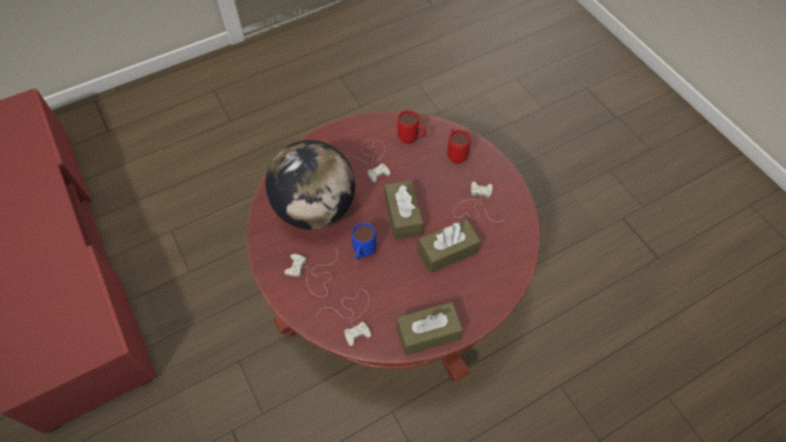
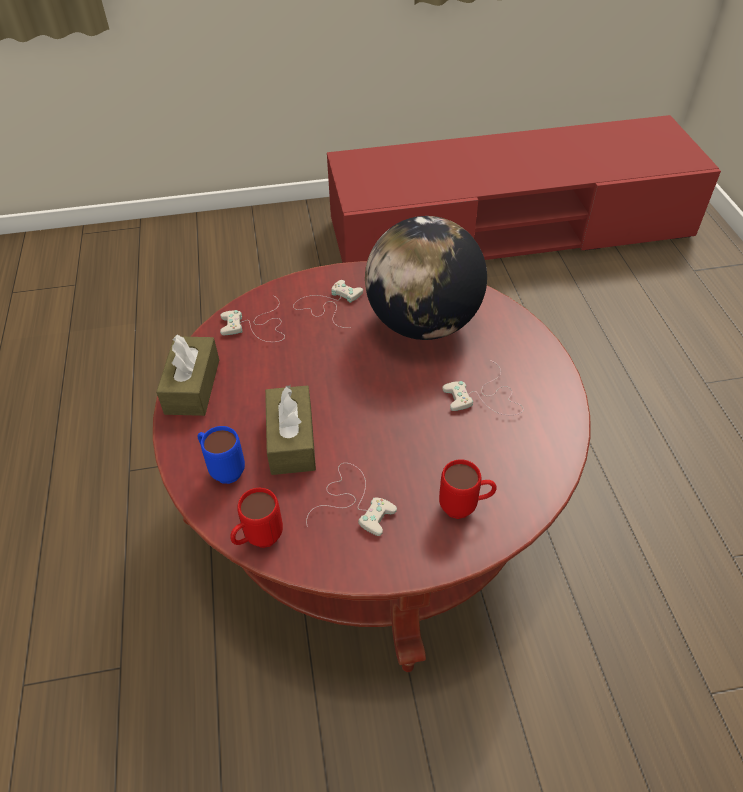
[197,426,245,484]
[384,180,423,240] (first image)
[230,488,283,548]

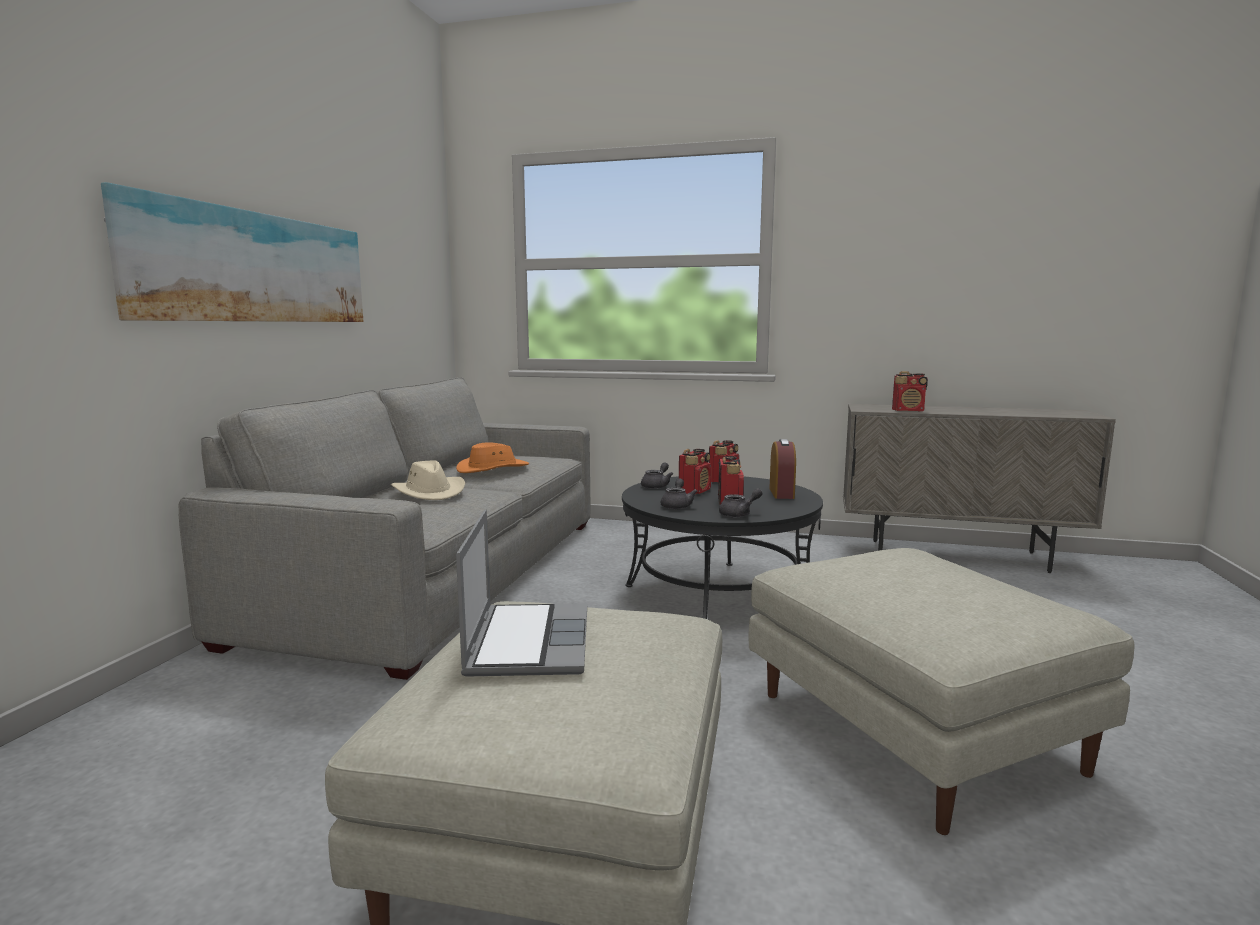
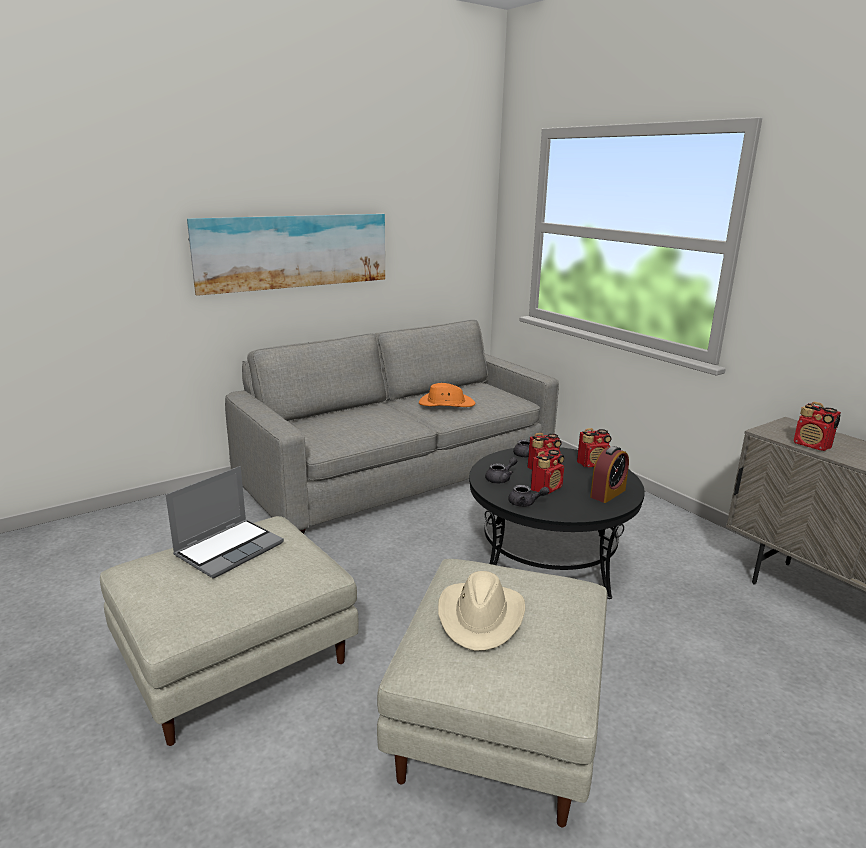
[438,571,525,651]

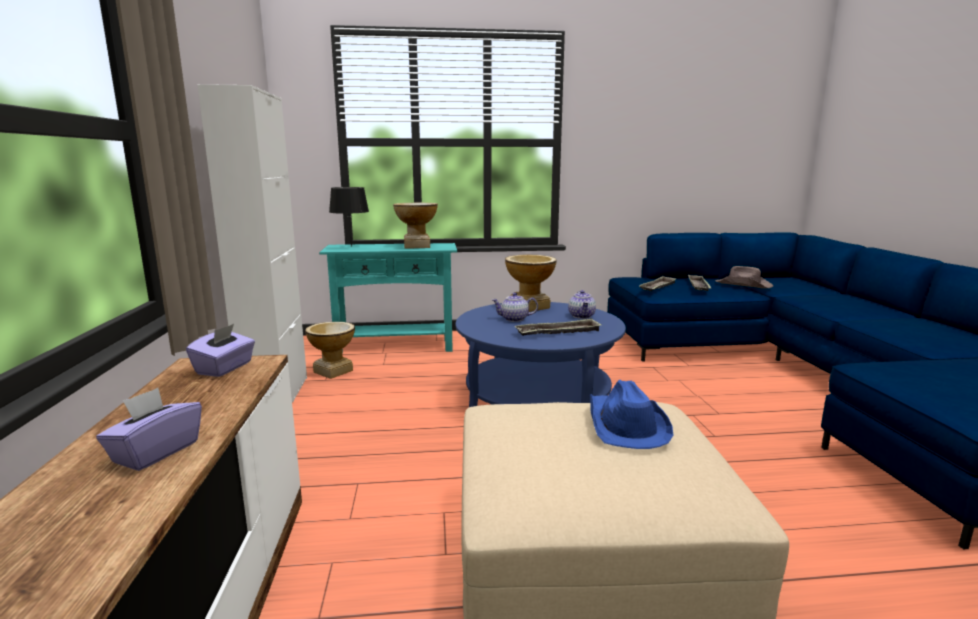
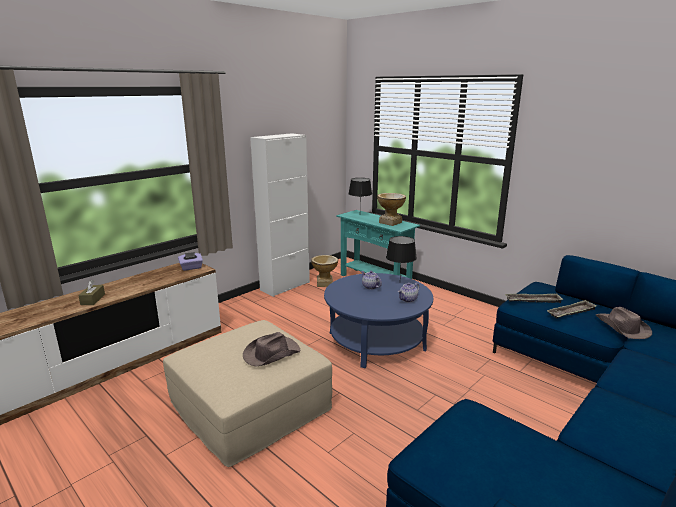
[96,388,202,471] (first image)
[386,236,417,276]
[515,318,601,336] (first image)
[243,332,300,366]
[78,280,105,305]

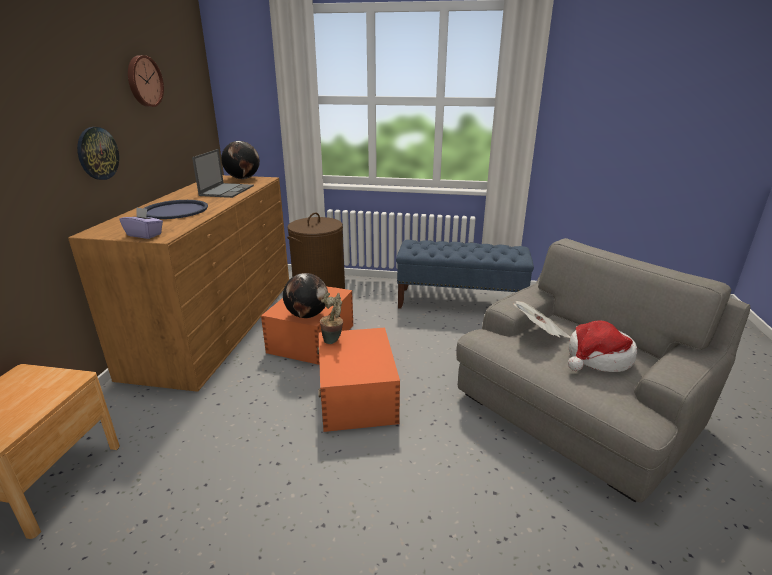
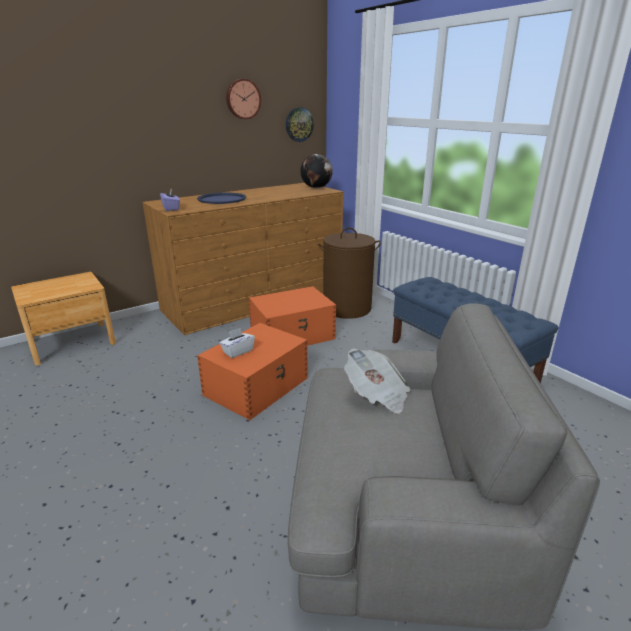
[286,107,314,142]
[192,149,254,198] (first image)
[283,273,328,318] (first image)
[320,293,343,344] (first image)
[568,320,637,372] (first image)
[220,328,255,358]

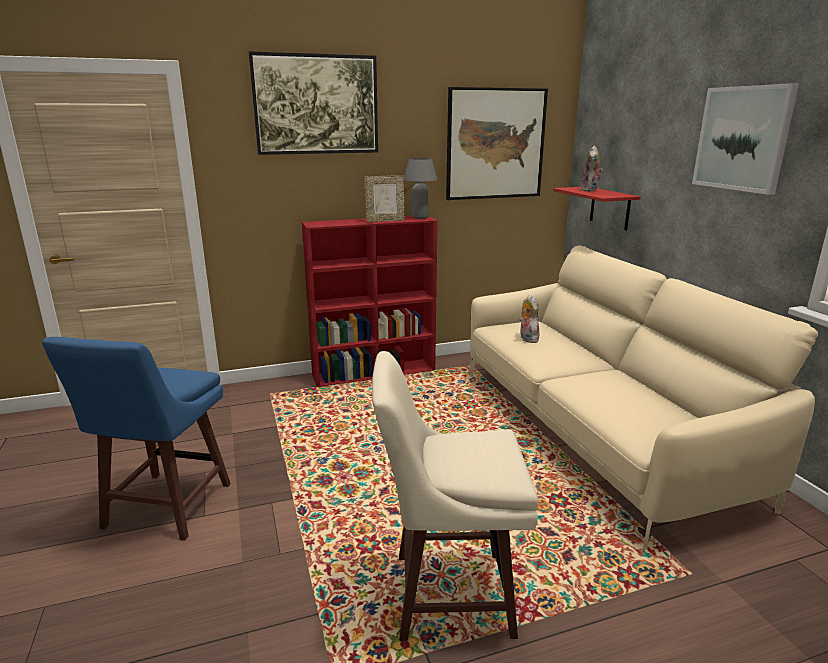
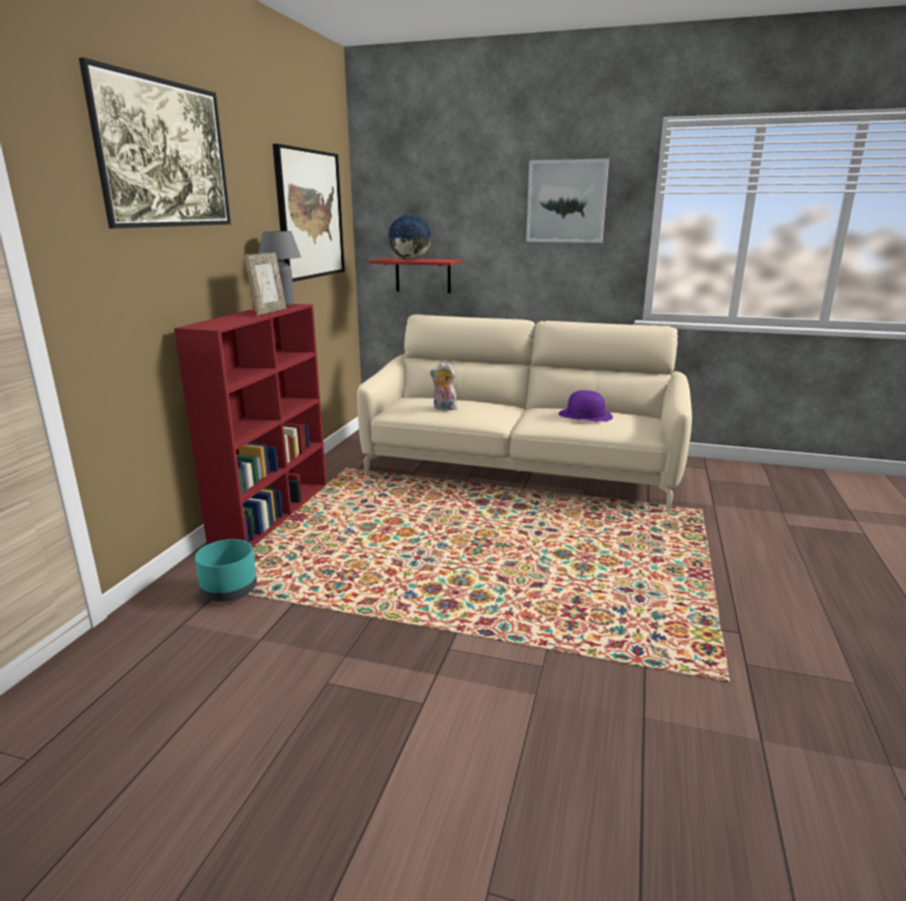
[42,337,231,541] (first image)
[372,351,538,641] (first image)
[388,214,431,259]
[195,539,257,602]
[559,390,613,422]

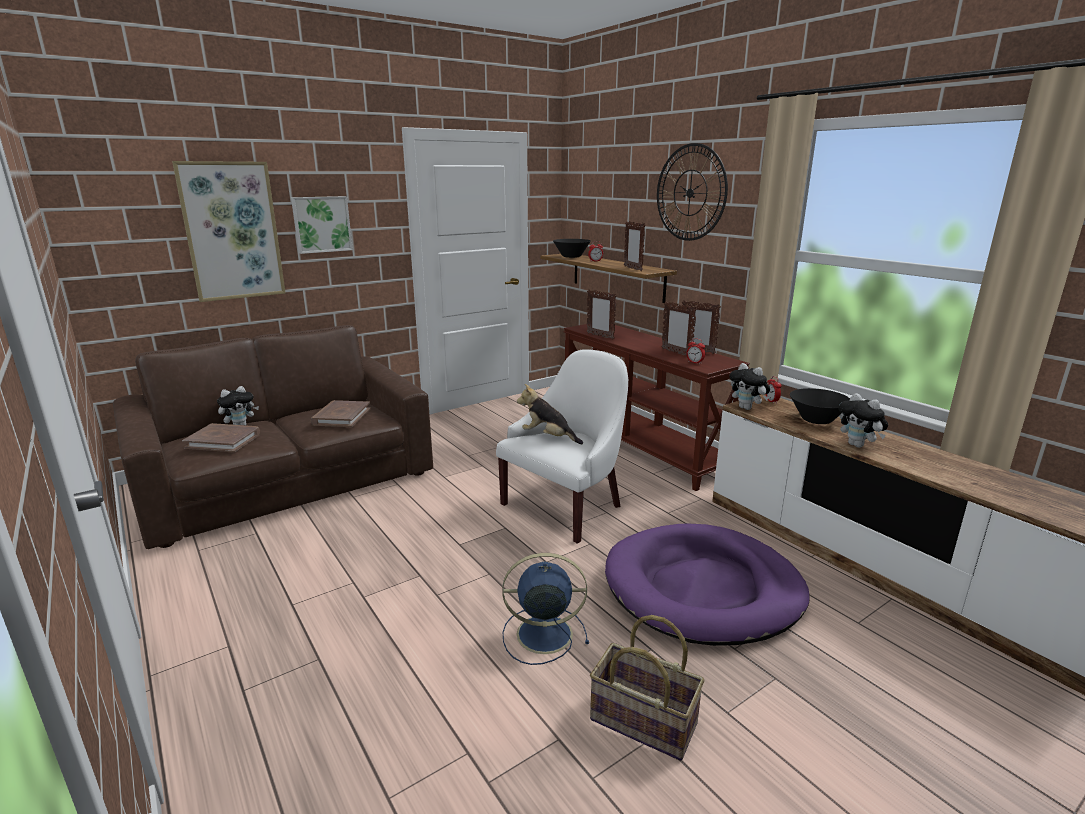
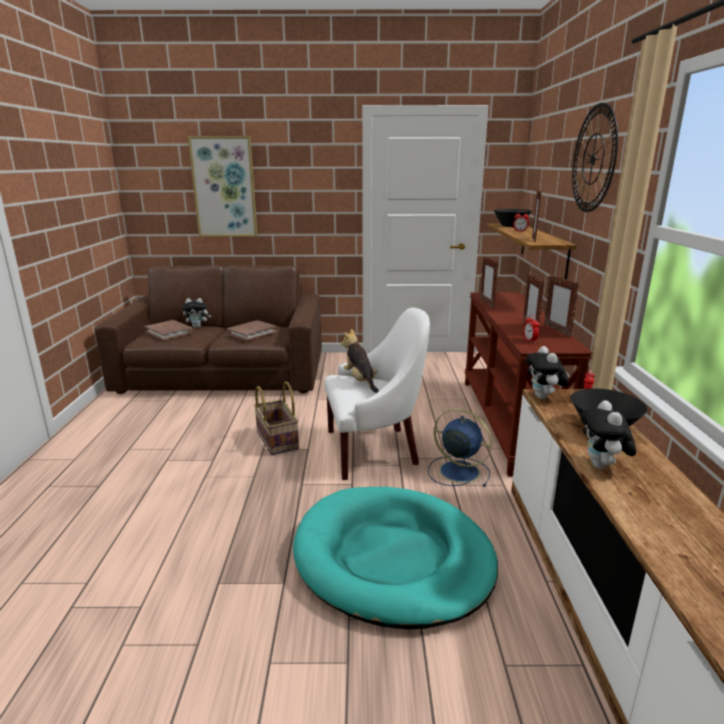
[291,196,353,254] (first image)
[428,409,492,487]
[254,381,299,455]
[293,487,498,630]

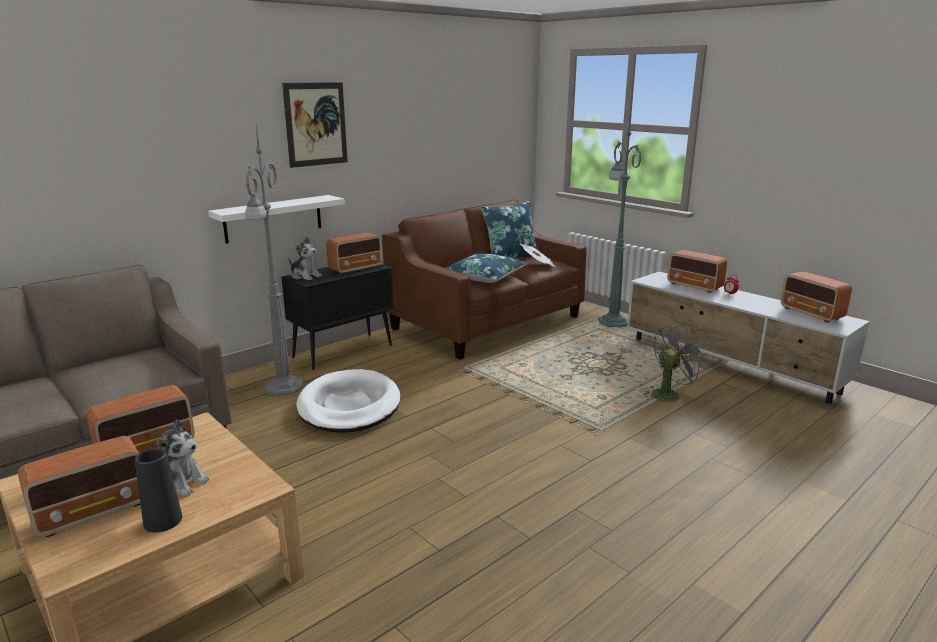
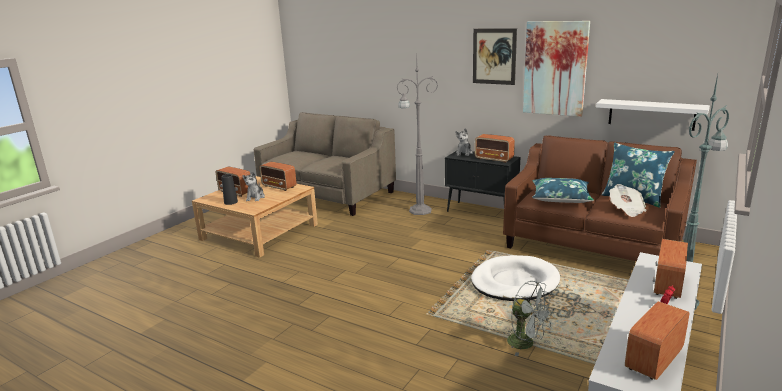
[596,99,710,131]
[471,255,560,301]
[523,21,590,117]

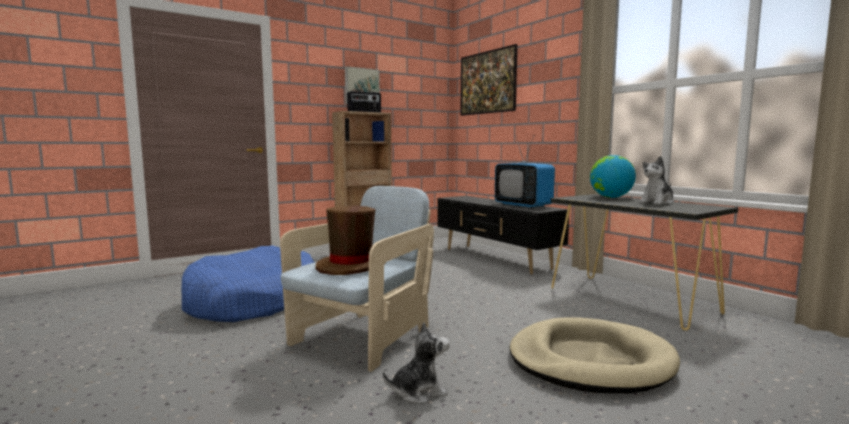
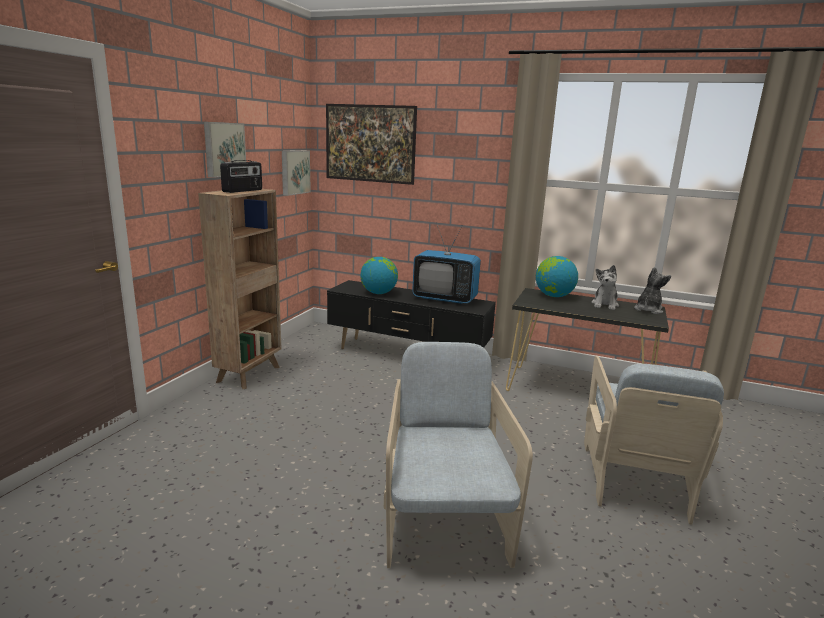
[181,245,314,322] (first image)
[315,206,386,275] (first image)
[634,267,671,314]
[584,356,724,525]
[282,150,311,196]
[360,257,398,294]

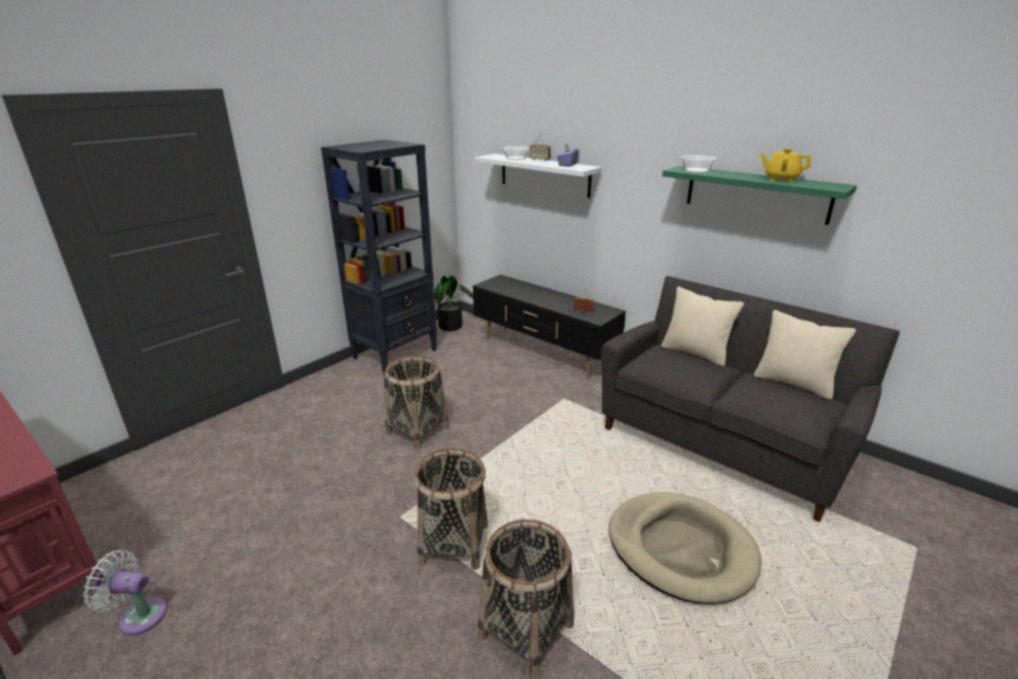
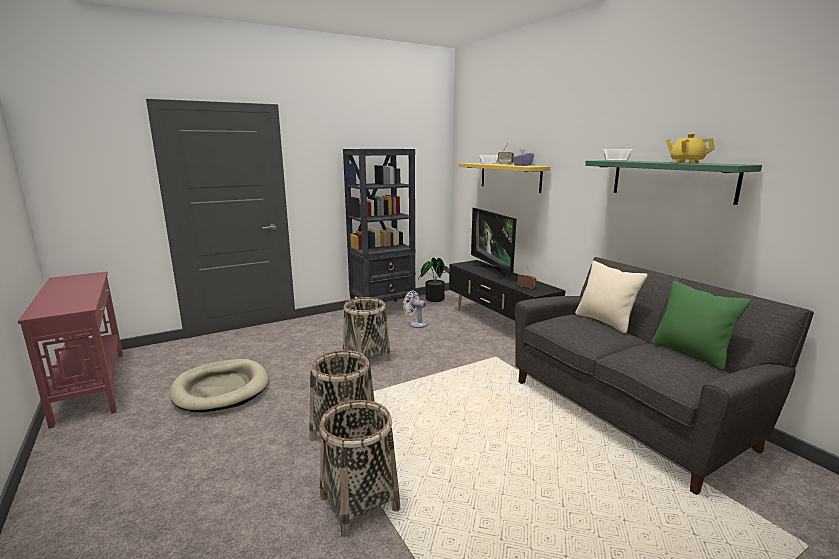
[403,291,428,328]
[459,163,550,193]
[170,359,269,413]
[651,281,751,371]
[471,208,516,279]

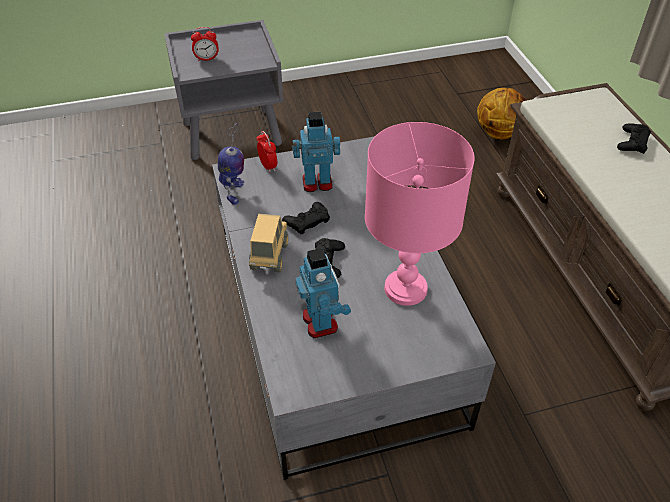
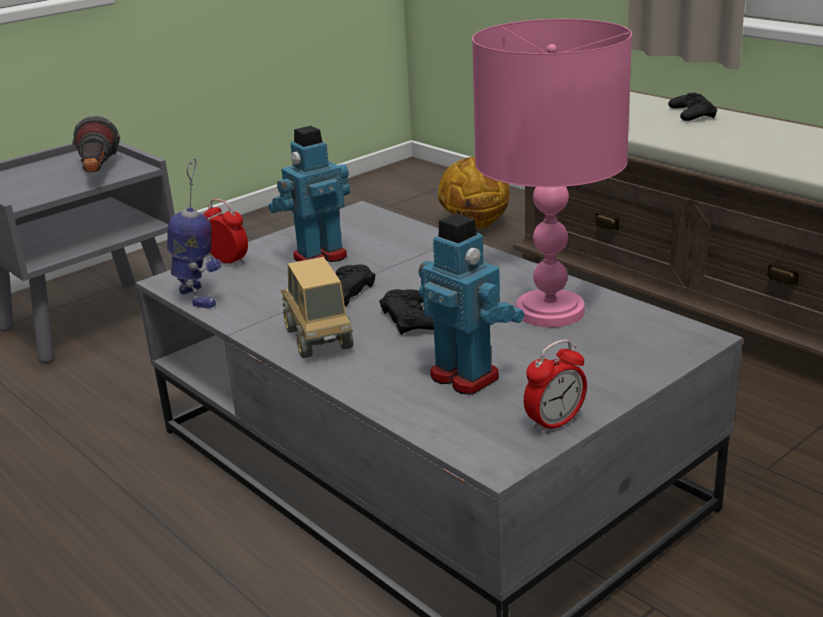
[524,339,587,434]
[72,116,120,173]

